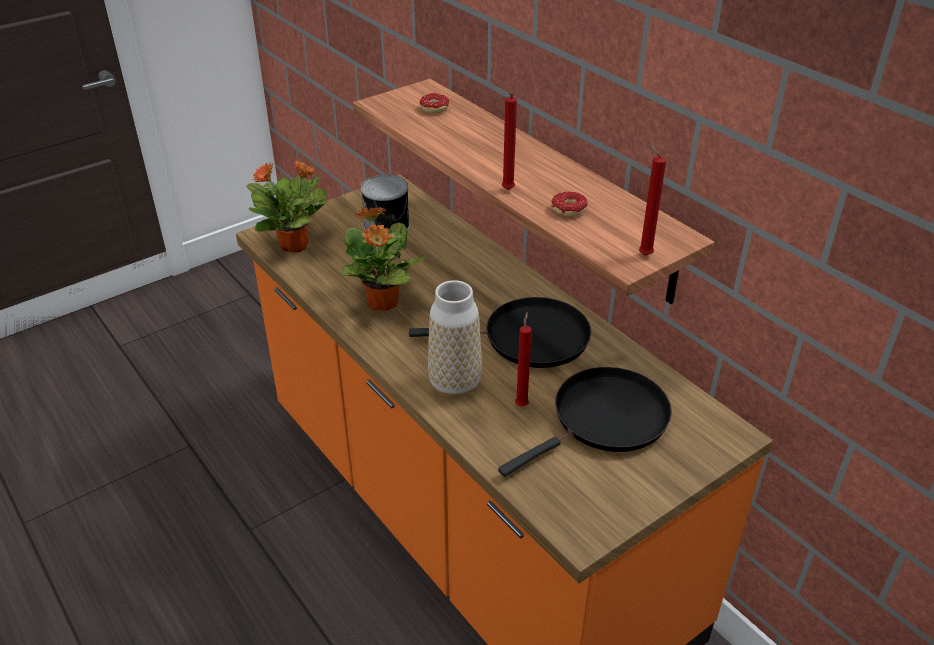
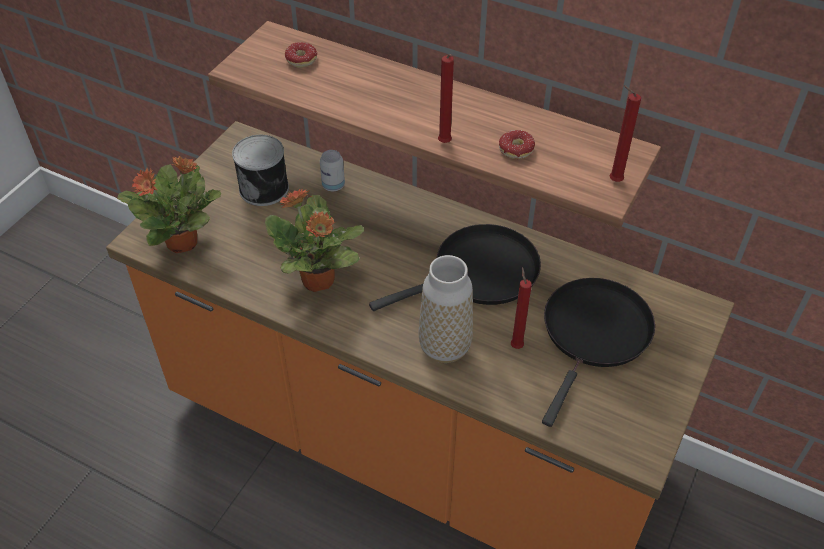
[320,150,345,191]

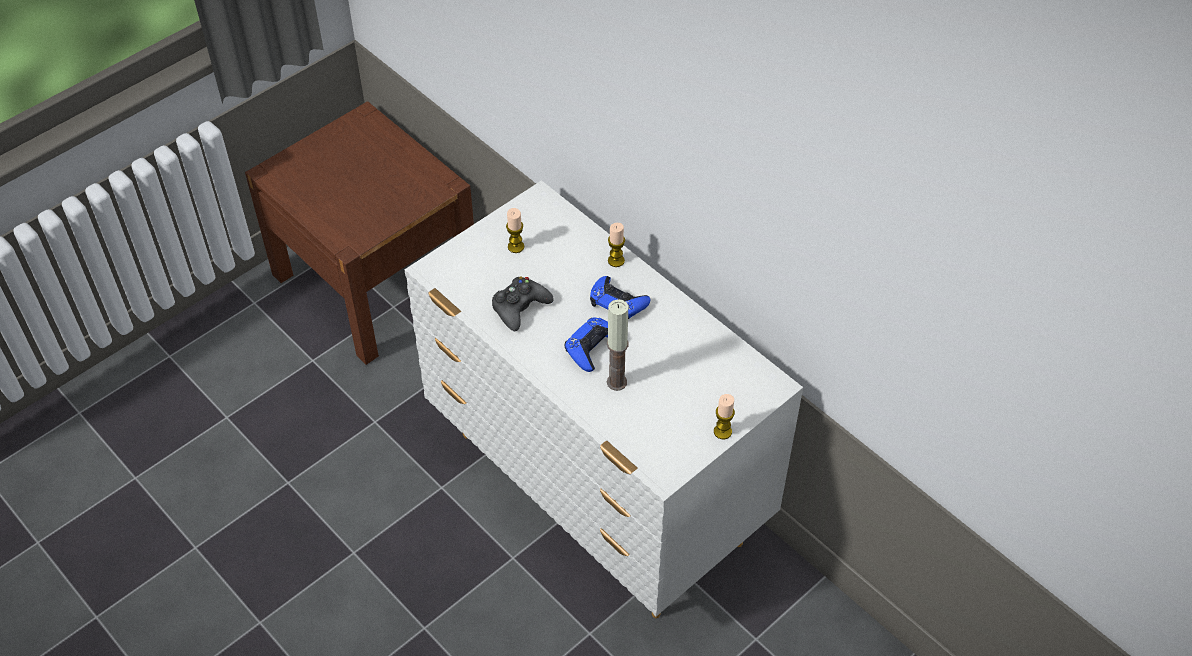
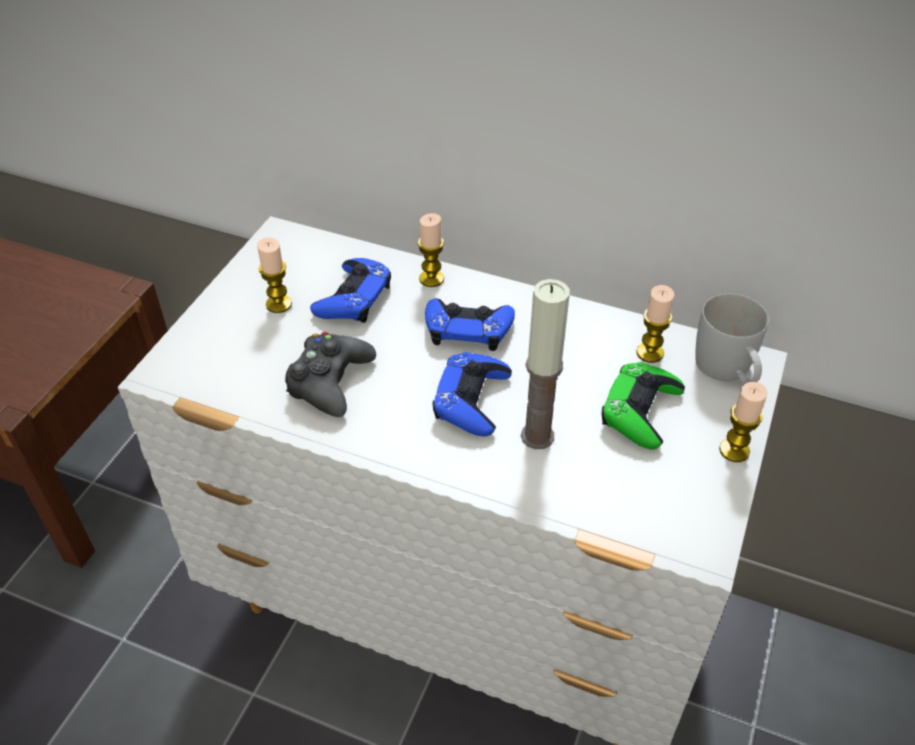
[310,258,391,323]
[602,362,685,450]
[636,285,674,363]
[695,294,769,384]

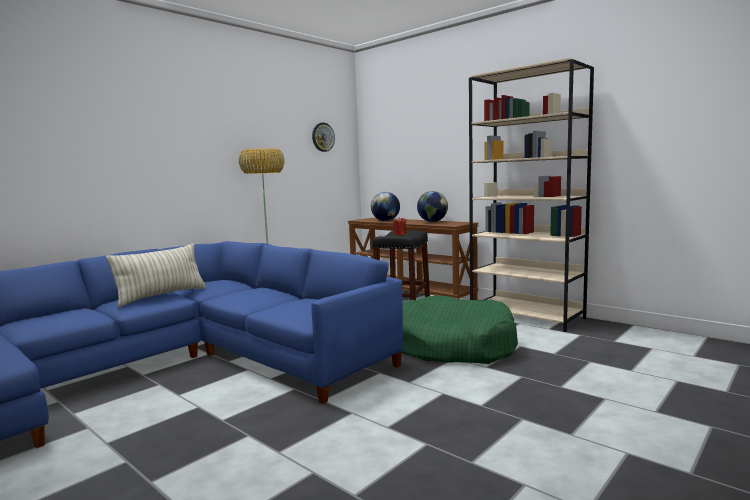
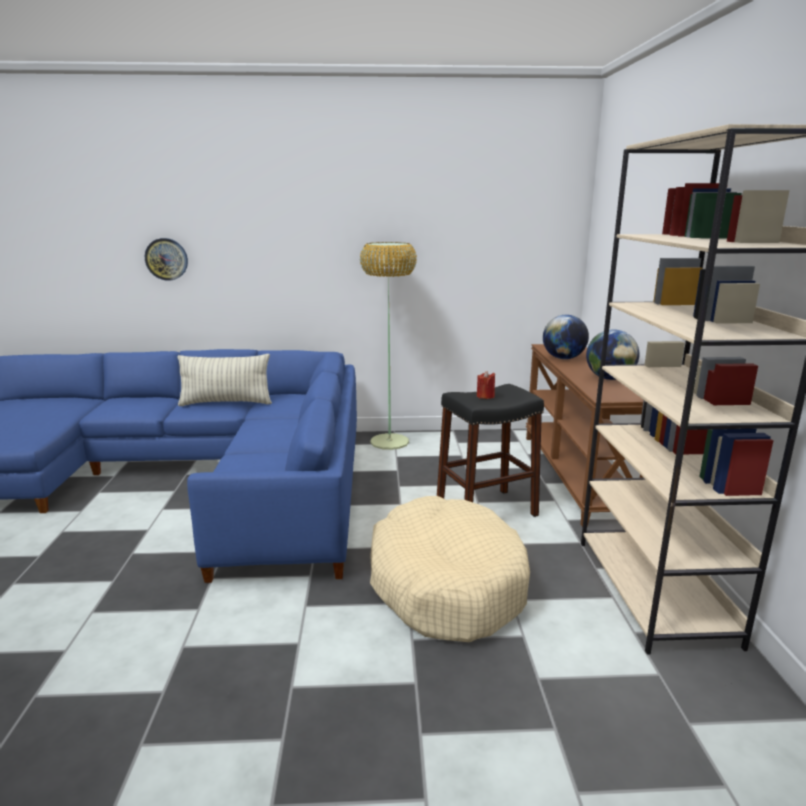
[145,238,188,281]
[370,496,530,642]

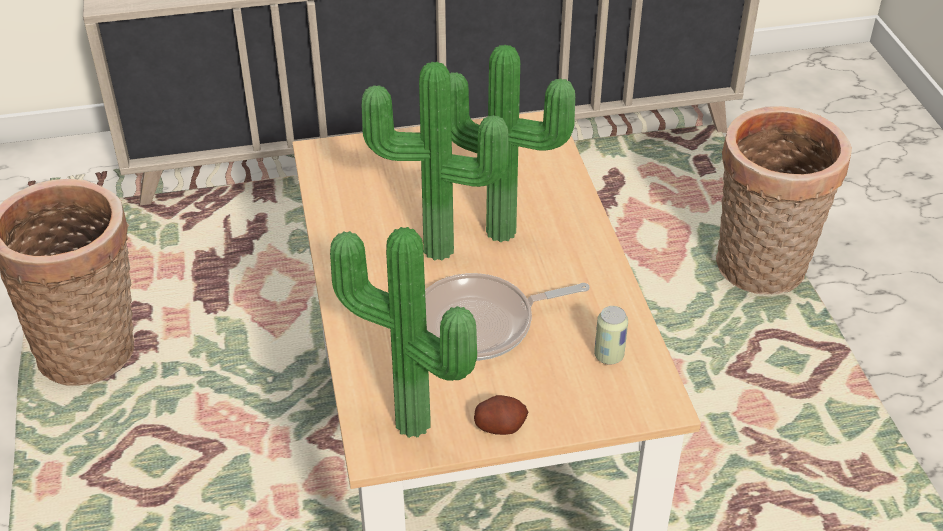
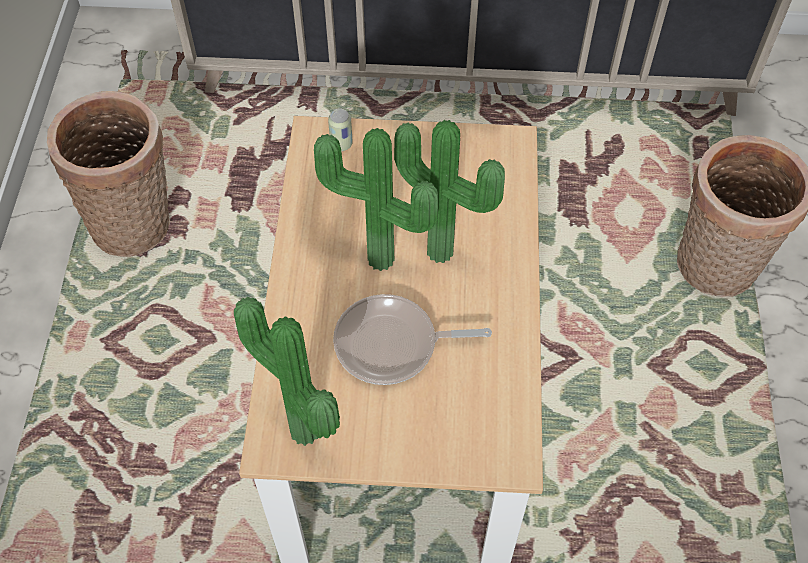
[474,395,528,435] (first image)
[328,108,353,151]

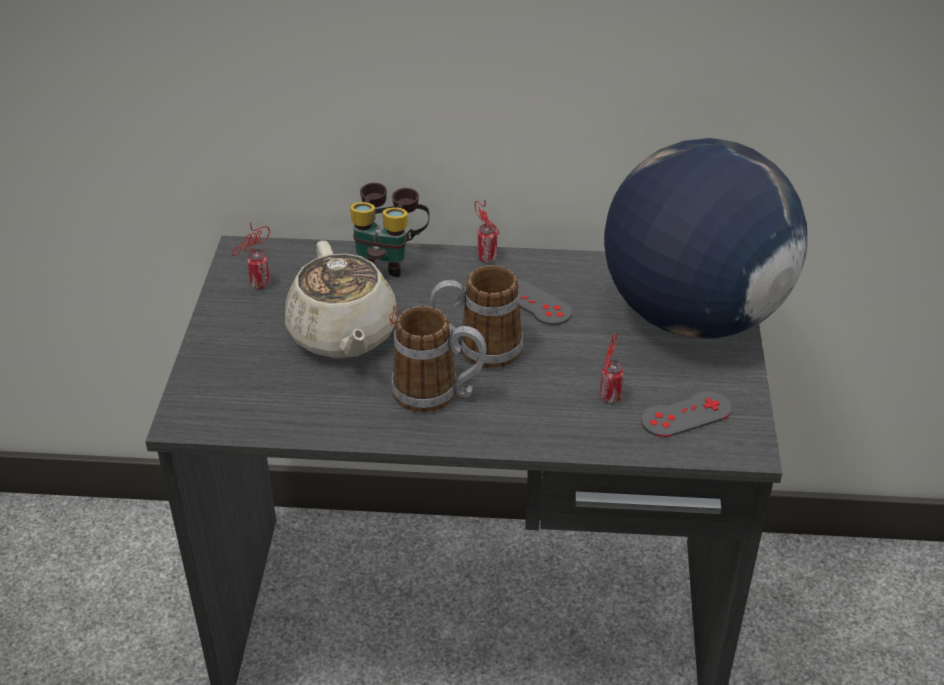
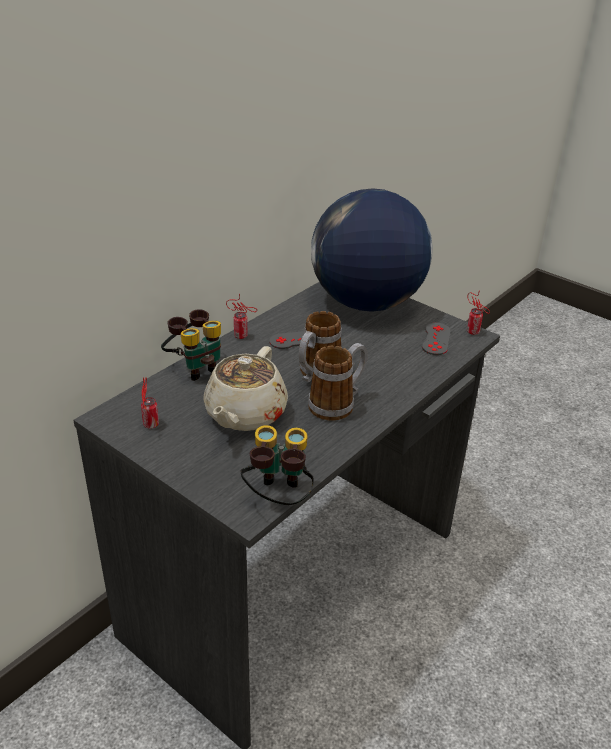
[203,346,288,431]
[467,290,490,335]
[240,425,314,505]

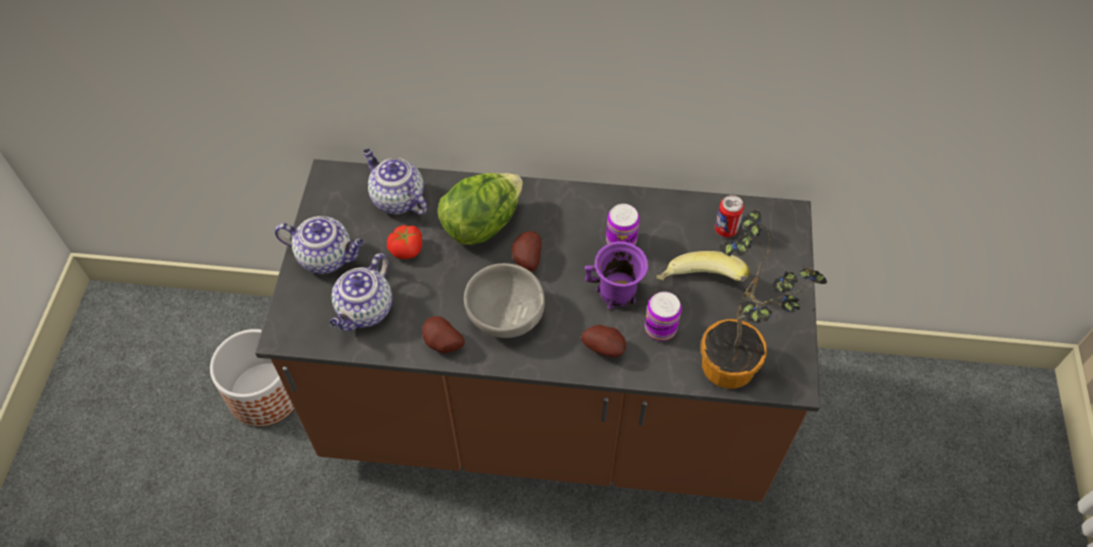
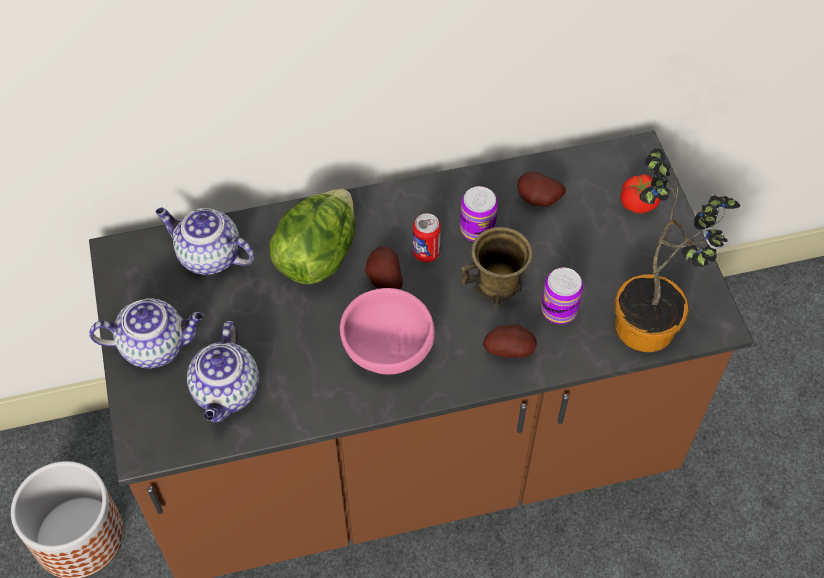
[620,174,660,213]
[517,172,566,207]
[340,288,435,375]
[461,227,533,306]
[656,251,750,282] (first image)
[413,213,441,262]

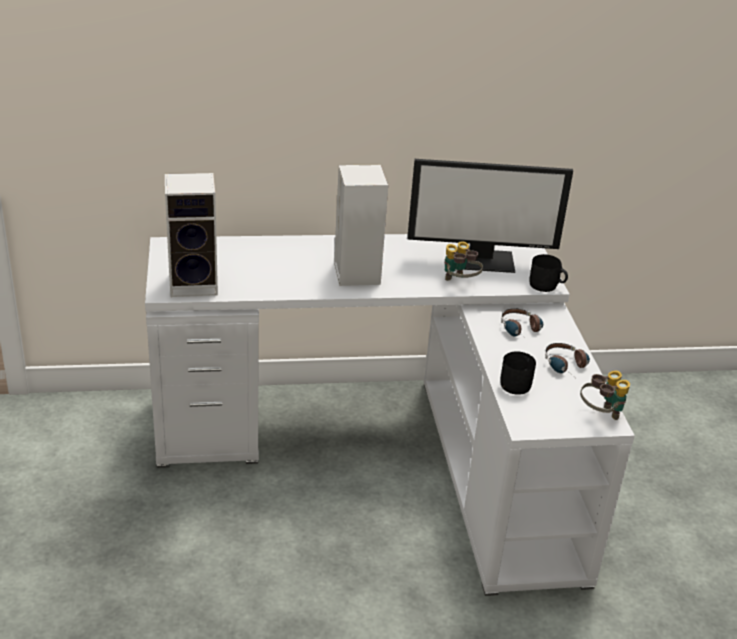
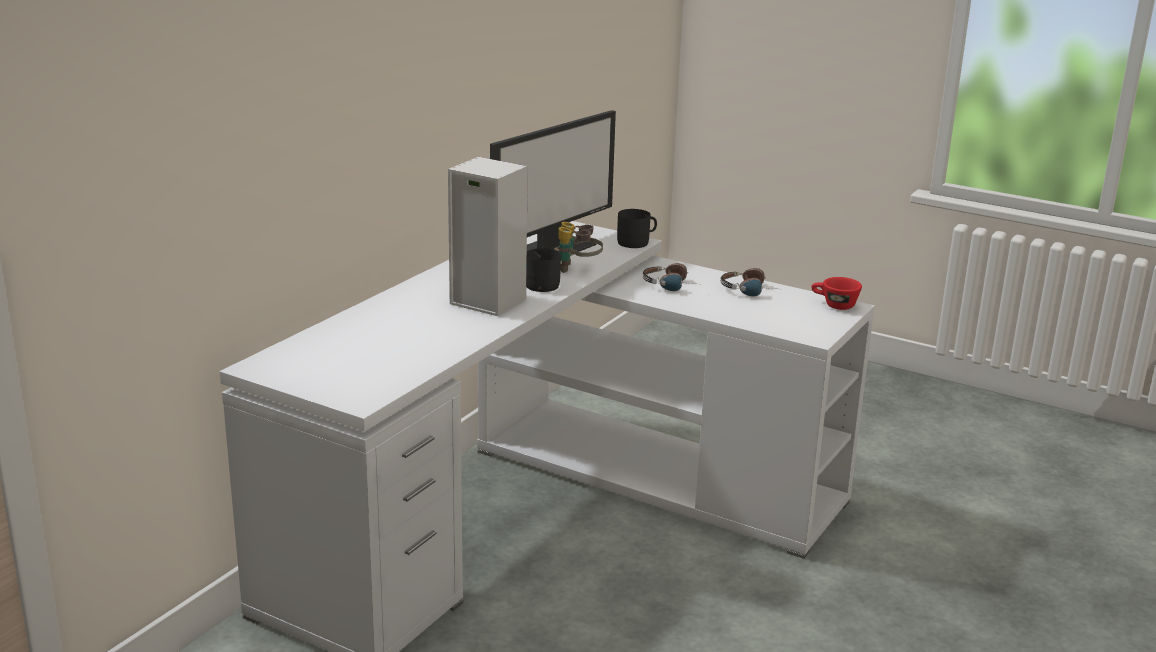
[165,173,218,297] (first image)
[526,248,561,292]
[811,277,862,310]

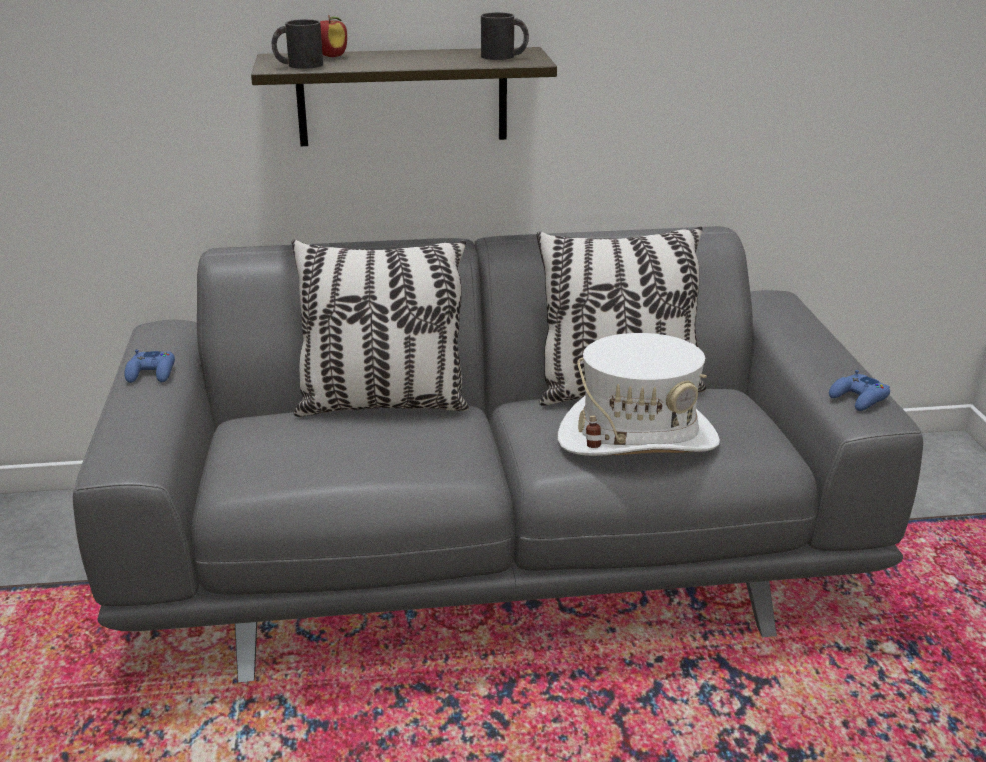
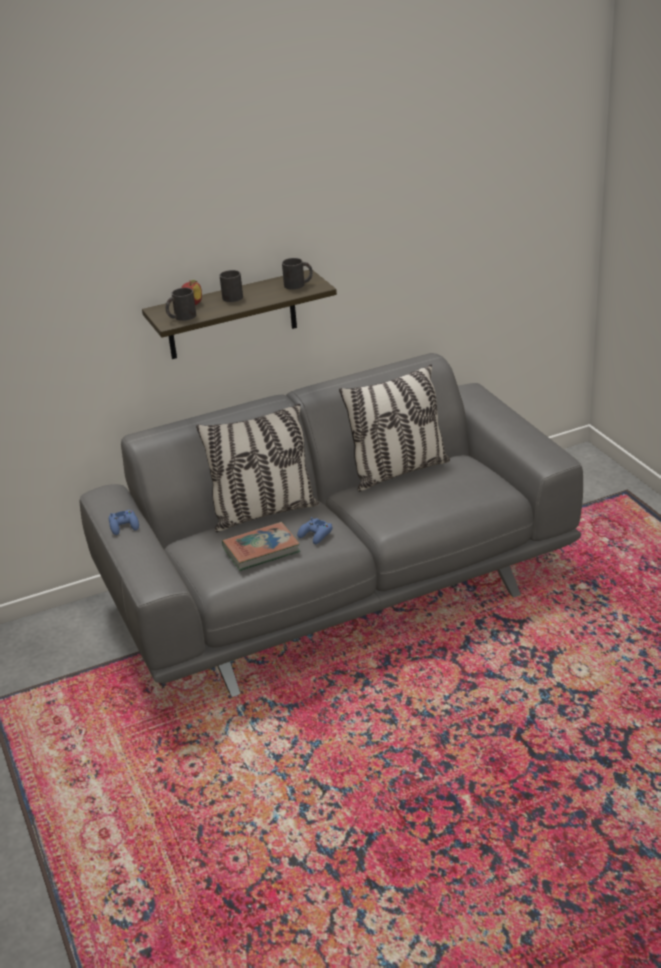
[558,333,720,456] (first image)
[297,517,333,544]
[219,270,243,302]
[222,522,300,571]

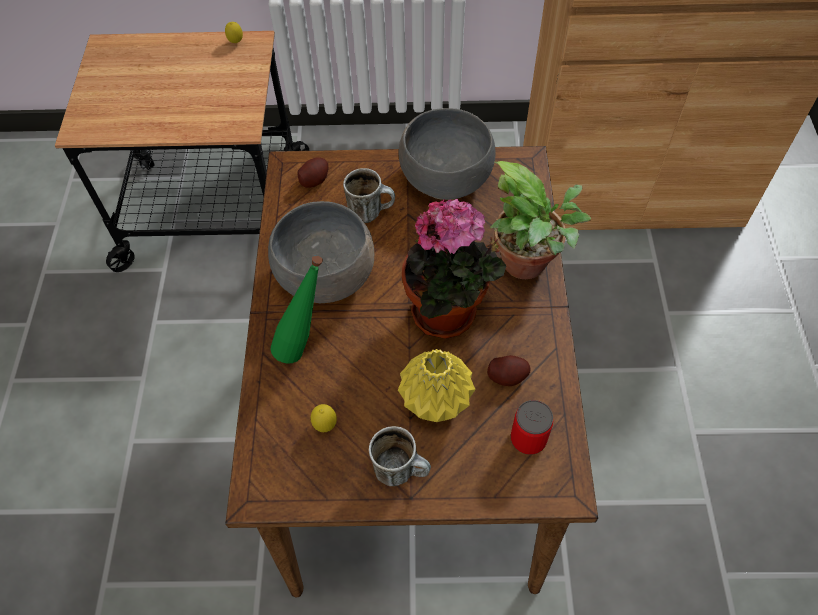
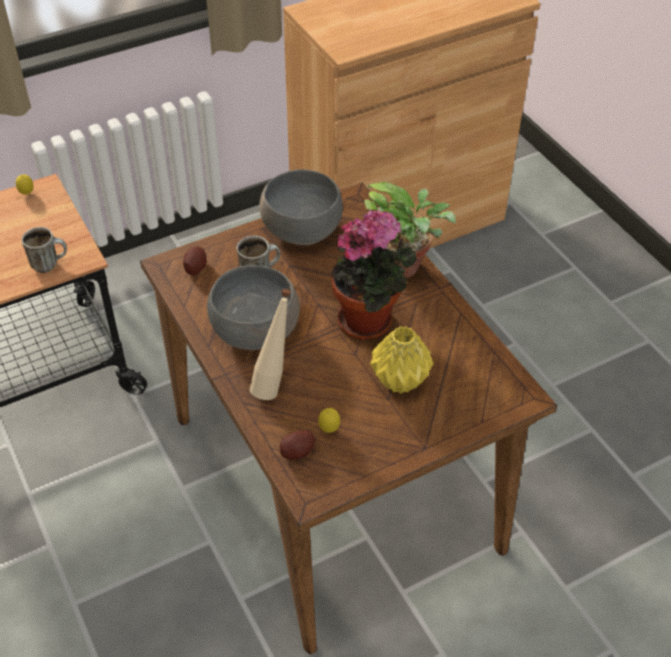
[250,289,291,400]
[21,227,67,273]
[280,430,316,460]
[511,400,553,455] (first image)

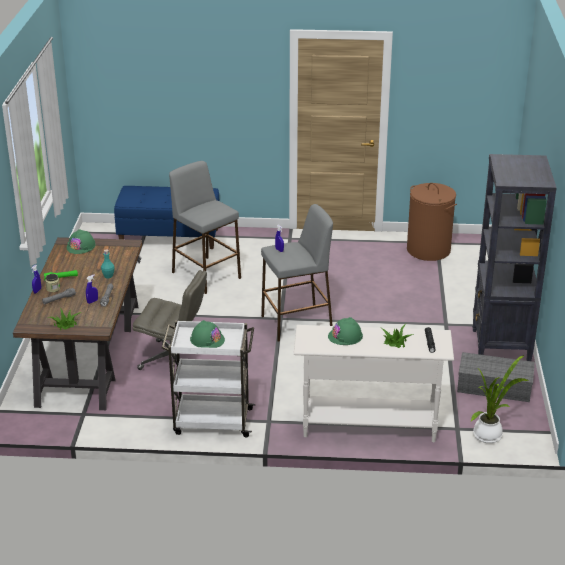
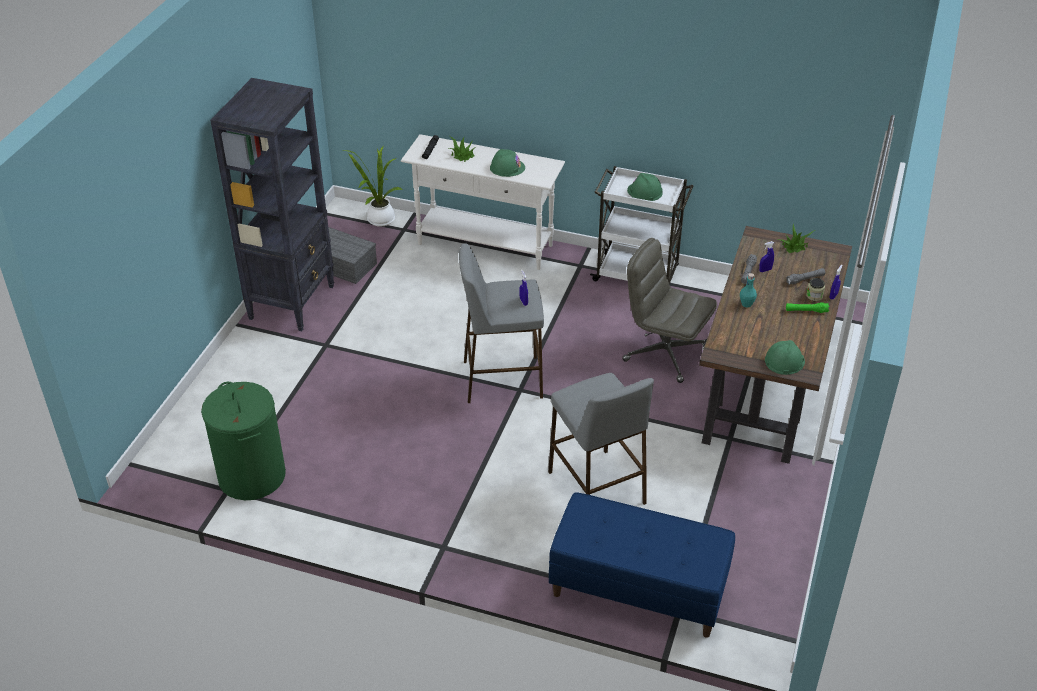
[201,382,286,500]

